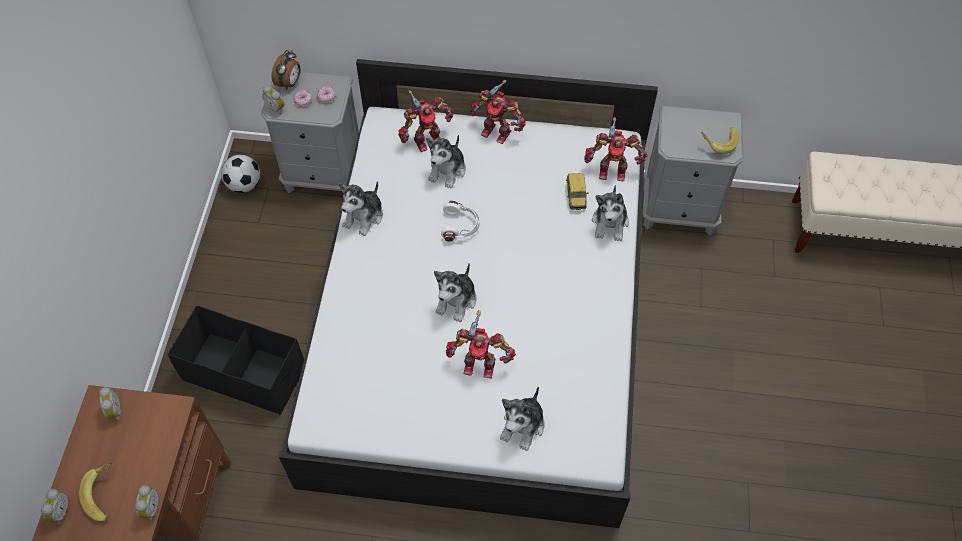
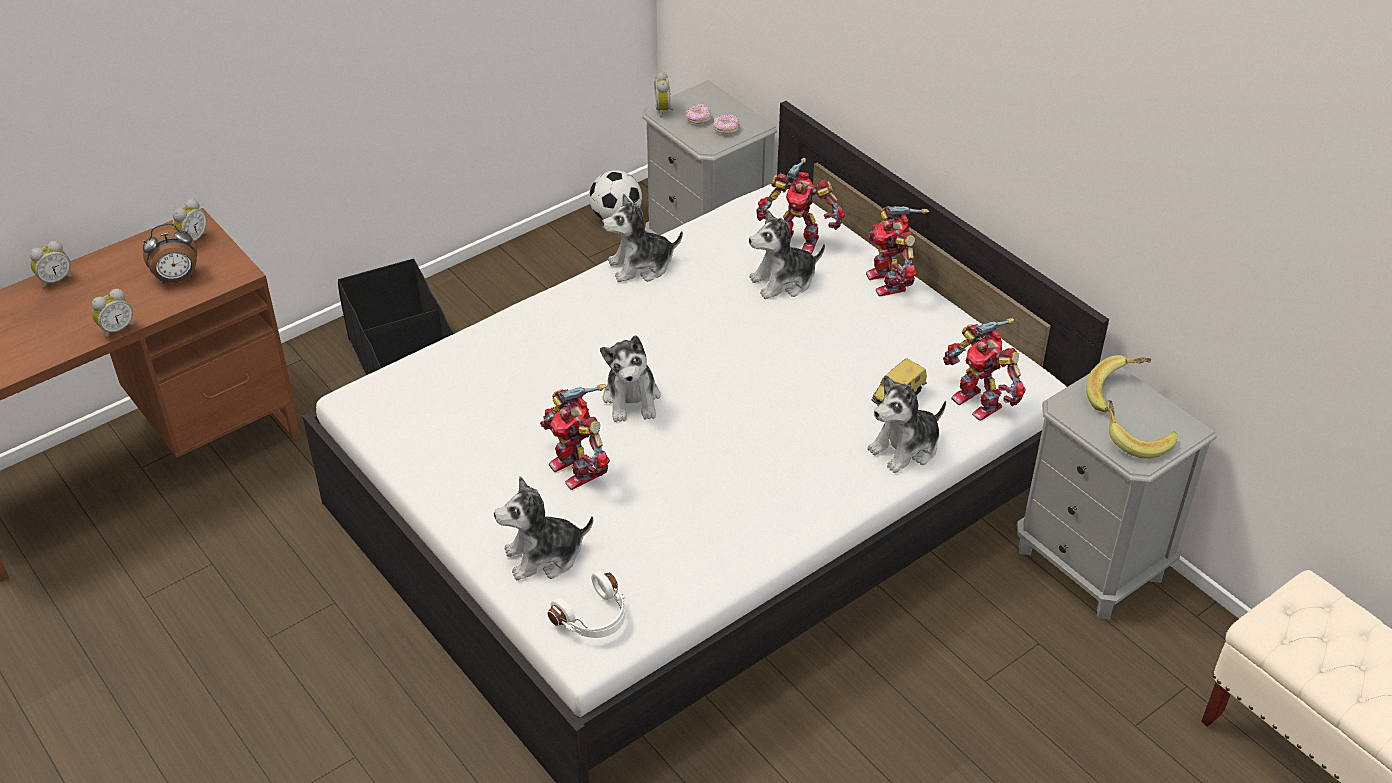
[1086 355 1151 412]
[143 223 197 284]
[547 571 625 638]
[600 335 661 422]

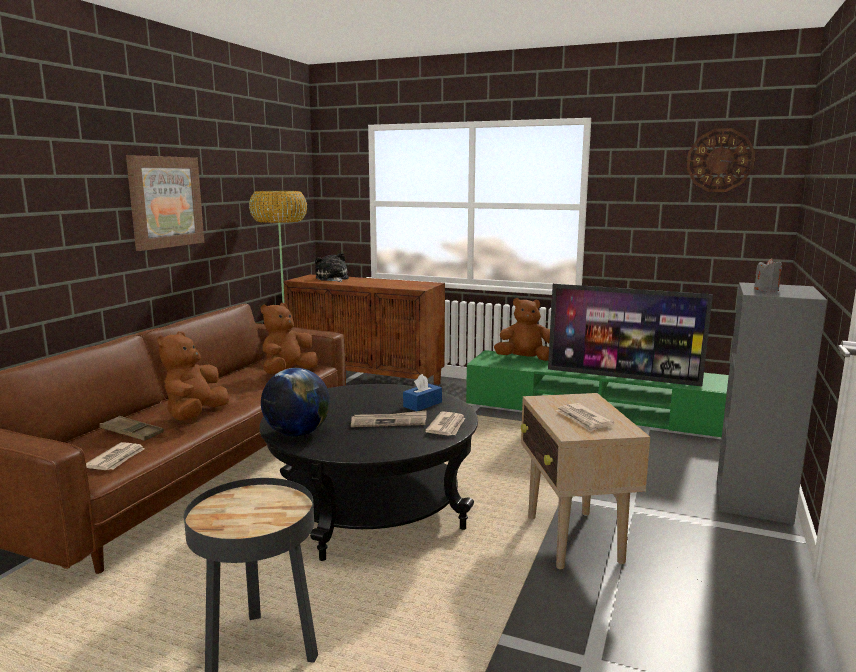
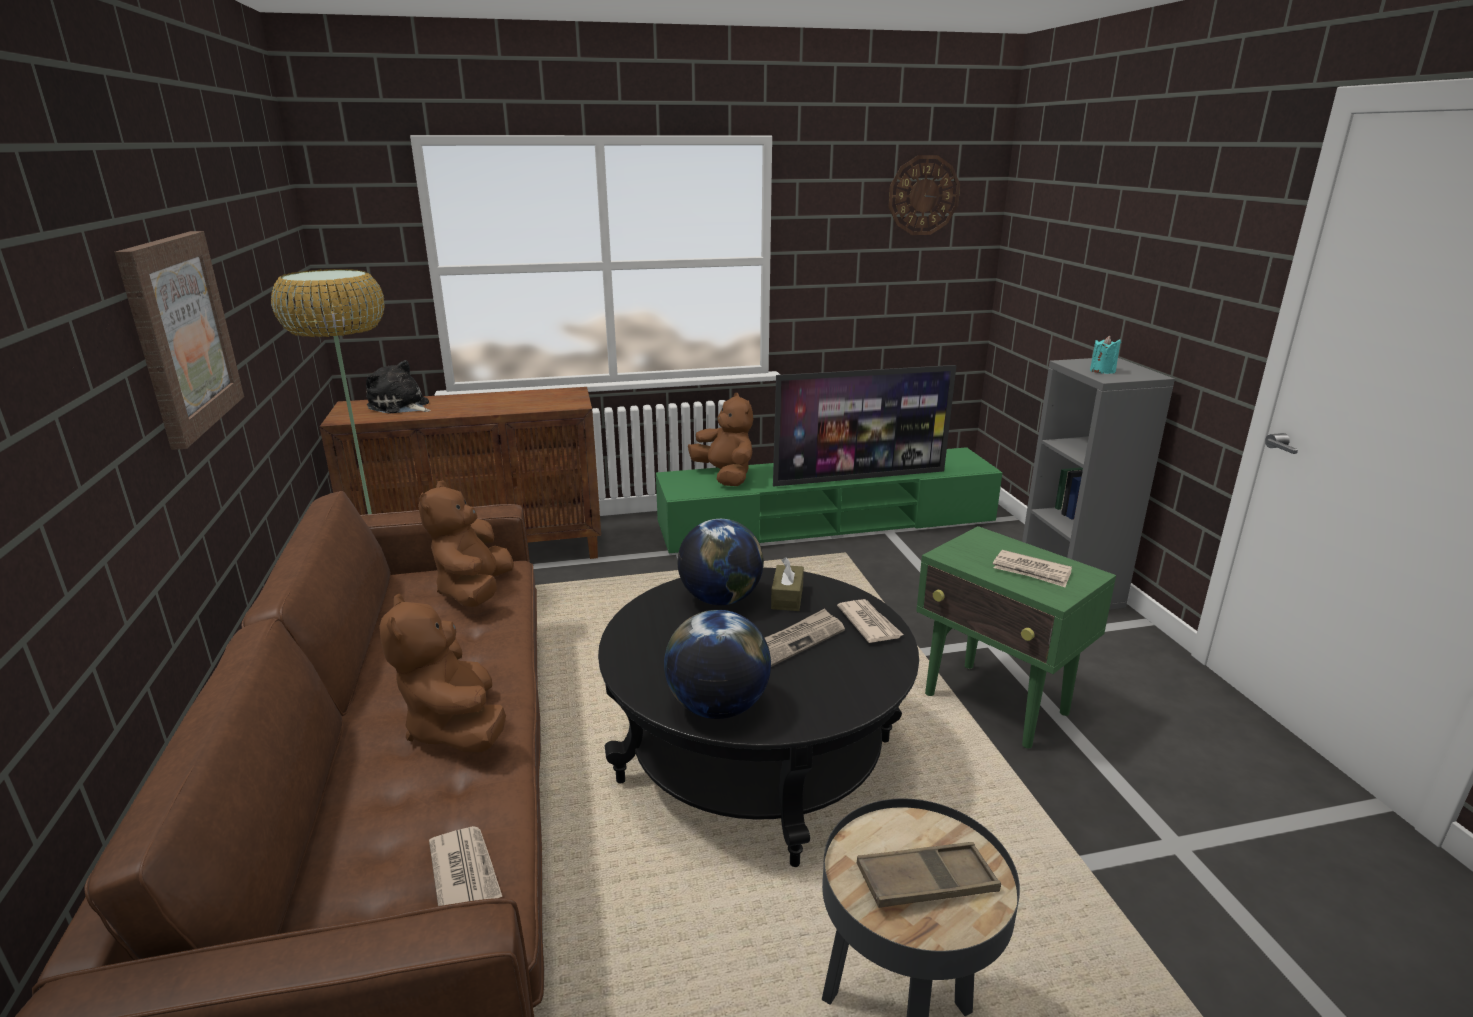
[677 519 764 605]
[857 842 1001 908]
[771 557 804 611]
[916 526 1116 748]
[1090 336 1121 374]
[688 393 753 486]

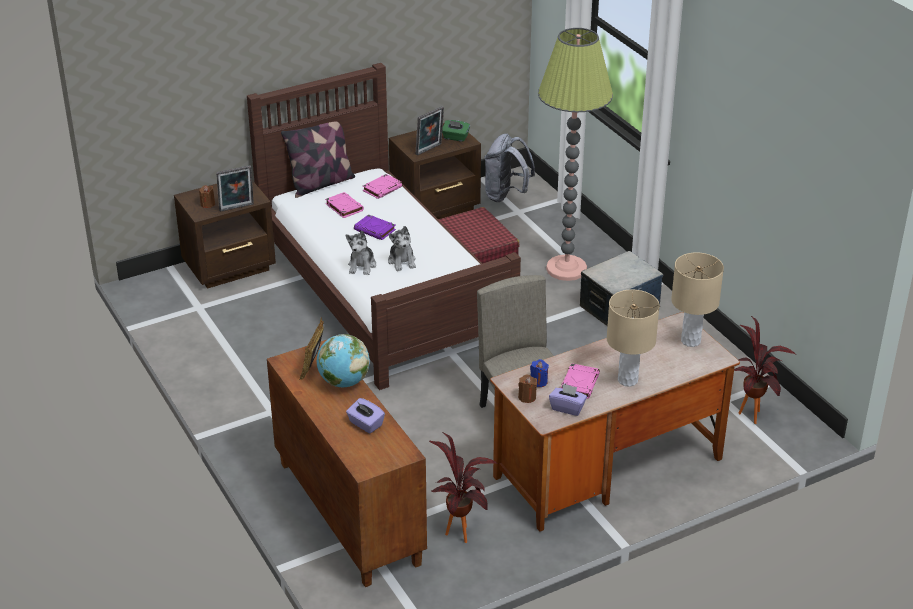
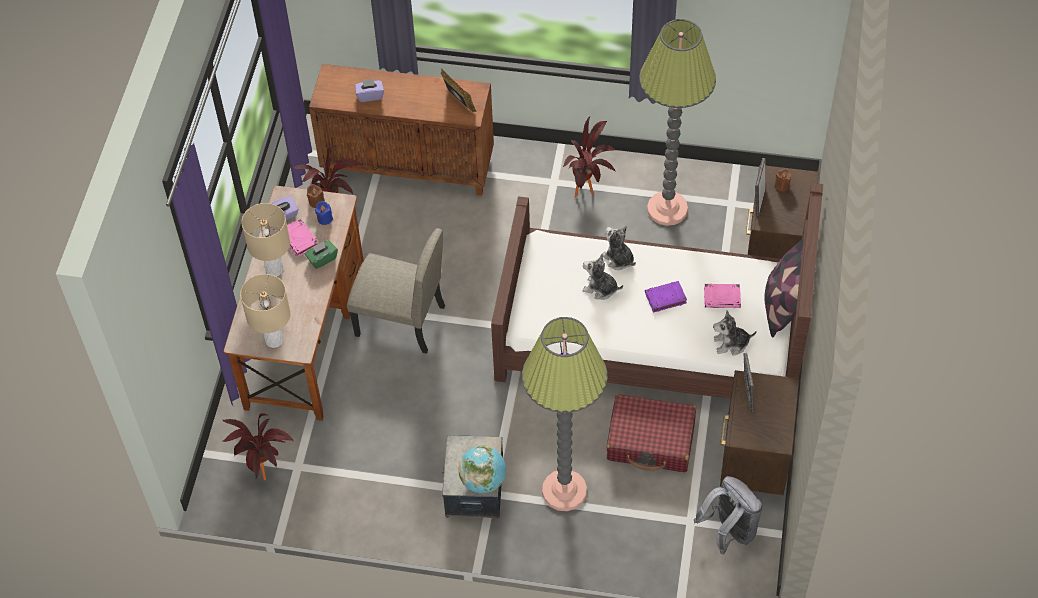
[563 116 616 198]
[639 19 716 226]
[459 446 506 493]
[305 240 338 269]
[713 310 756 356]

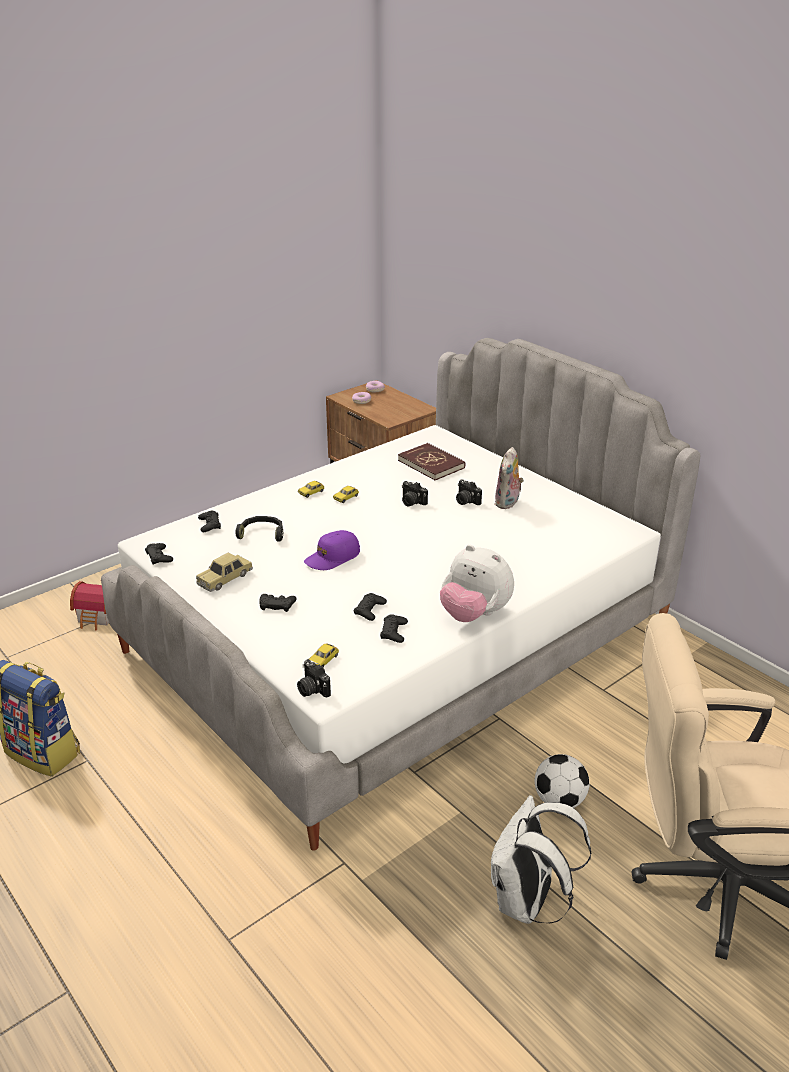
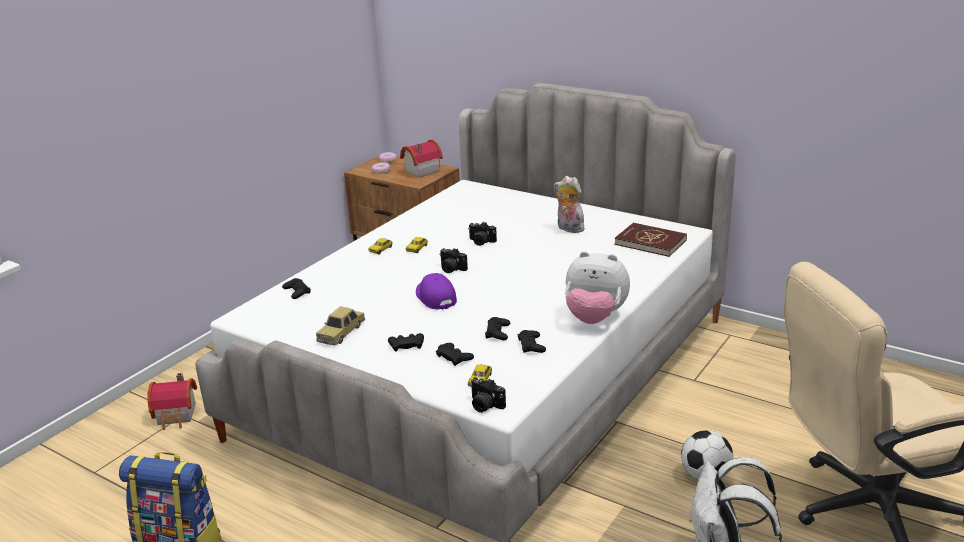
[236 516 283 542] (first image)
[400 140 443 178]
[436 343 474 366]
[615 223 687 257]
[440 248 468 273]
[416 273 457 310]
[554 176 584 233]

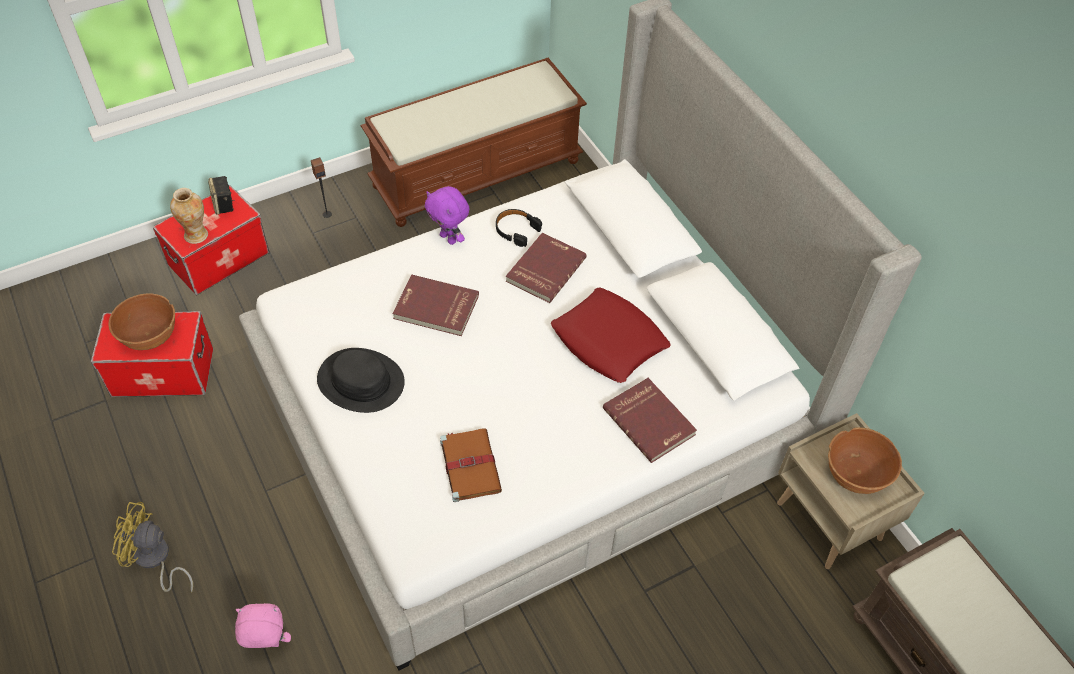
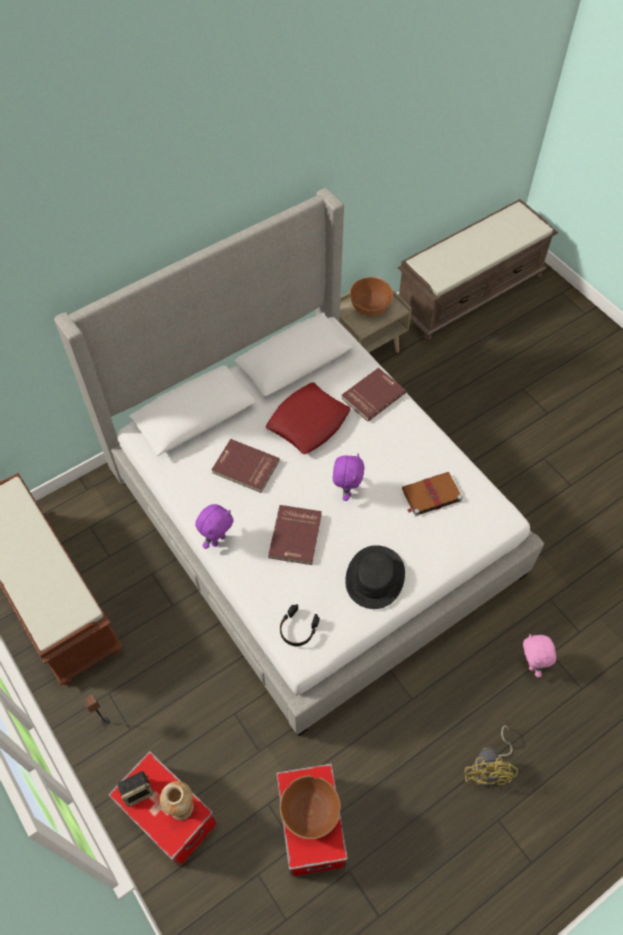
[333 453 365 501]
[280 604 320 646]

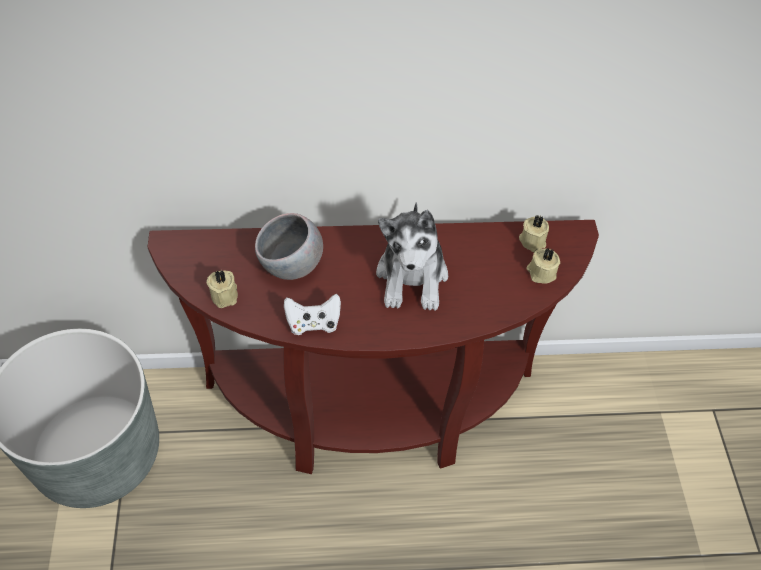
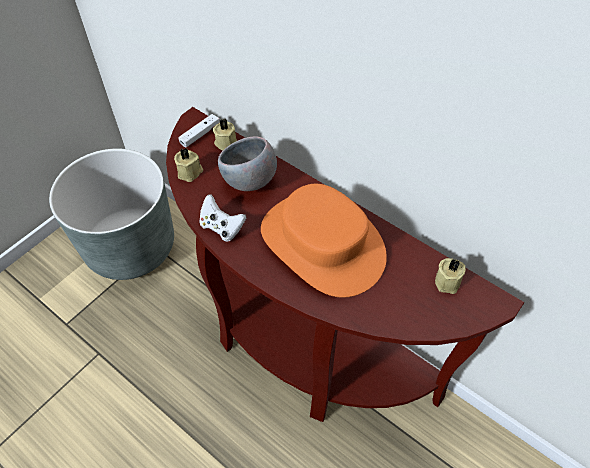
[178 114 220 148]
[213 119 237 150]
[261 184 387 298]

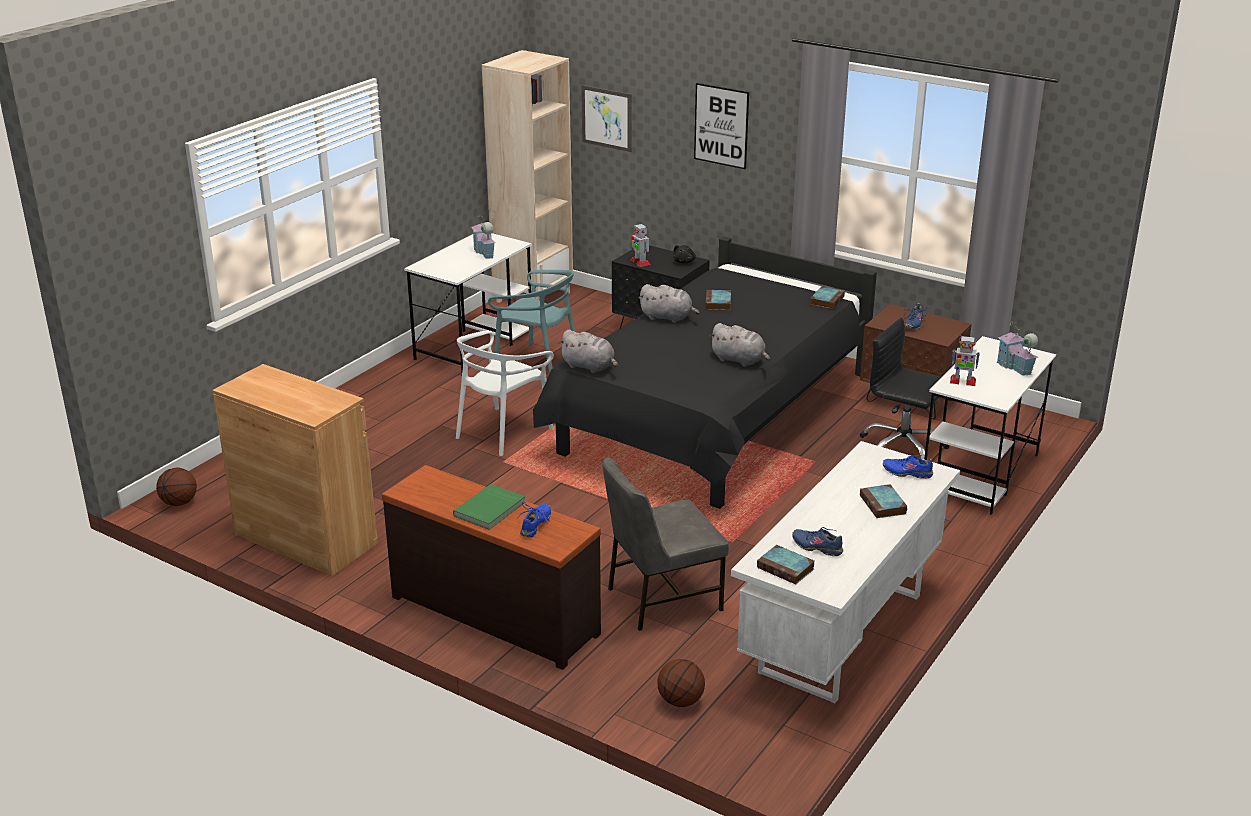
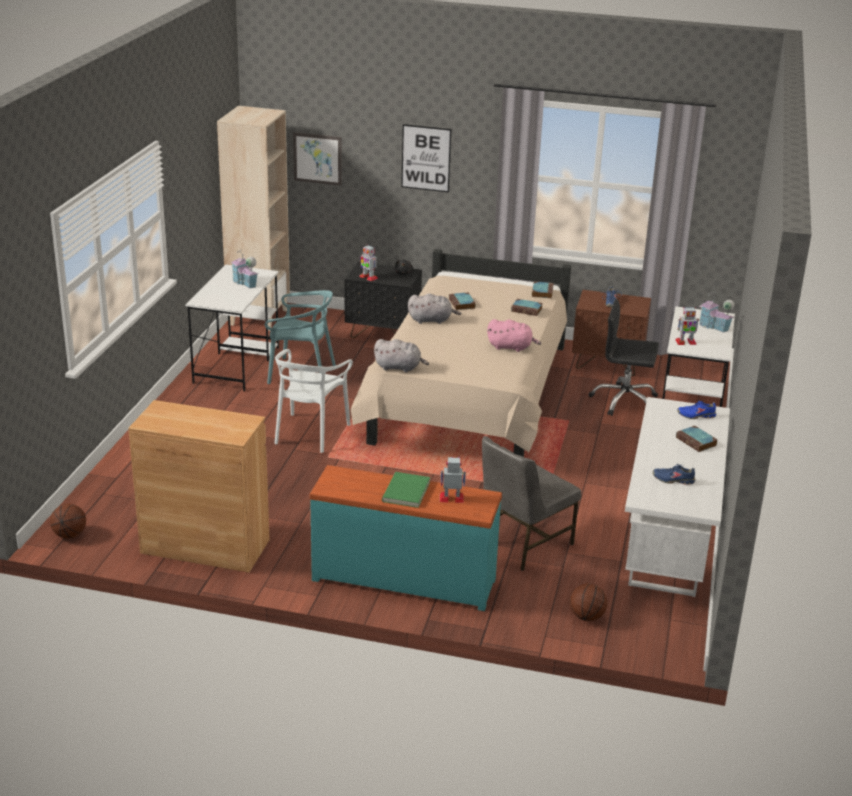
[511 299 543 316]
[440 457 466 503]
[310 465 502 611]
[351 249 571 457]
[487 319 541 352]

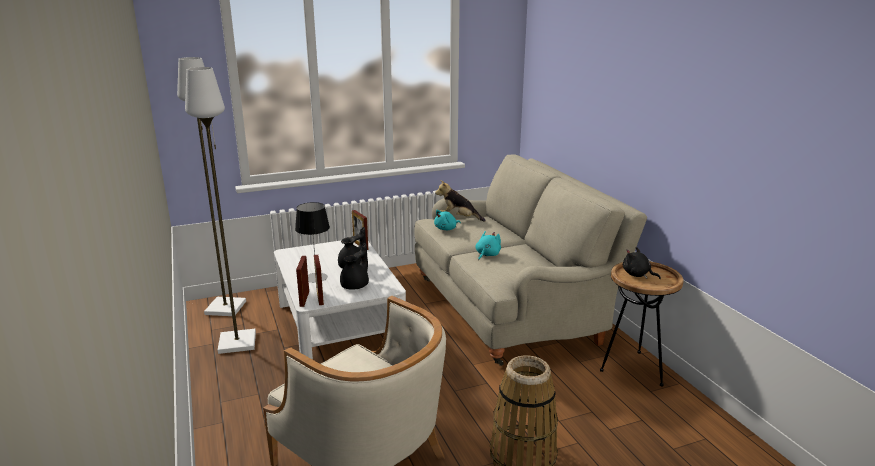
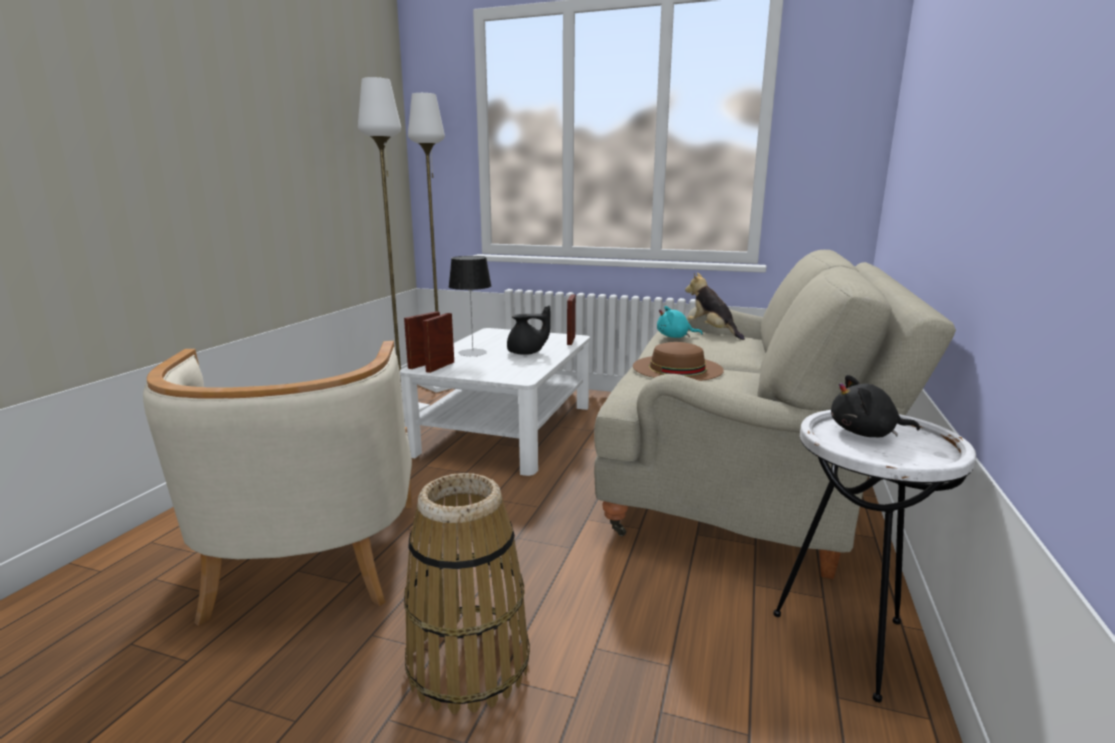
[340 243 369 290] (first image)
[633 342 724 381]
[773 410 976 702]
[831 375 920 437]

